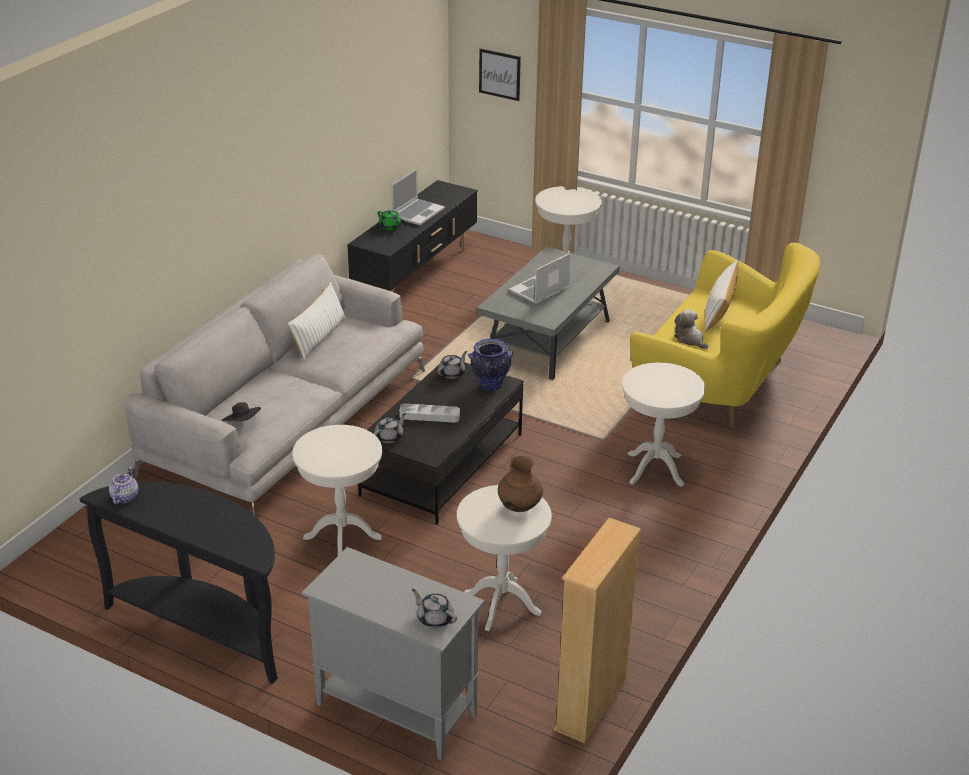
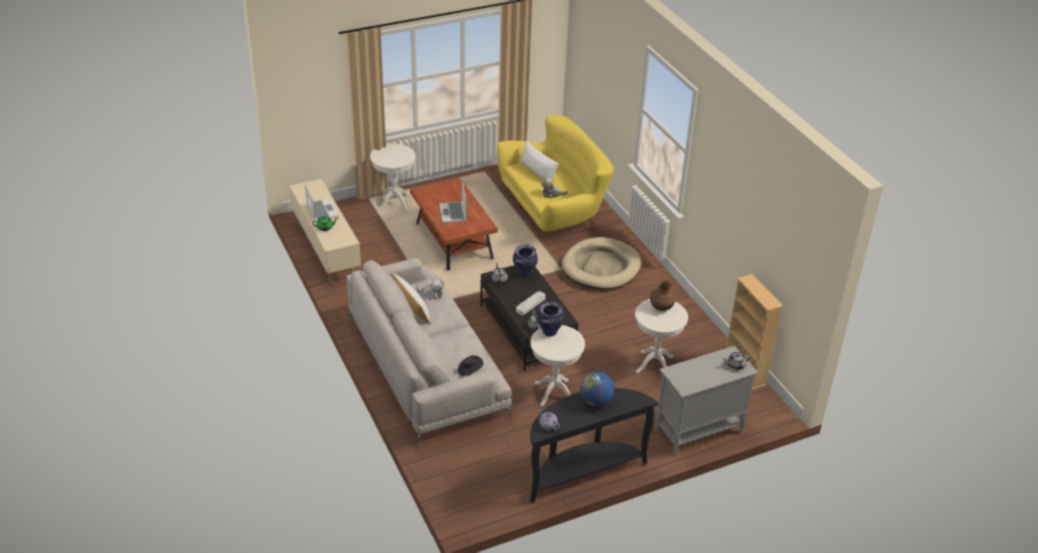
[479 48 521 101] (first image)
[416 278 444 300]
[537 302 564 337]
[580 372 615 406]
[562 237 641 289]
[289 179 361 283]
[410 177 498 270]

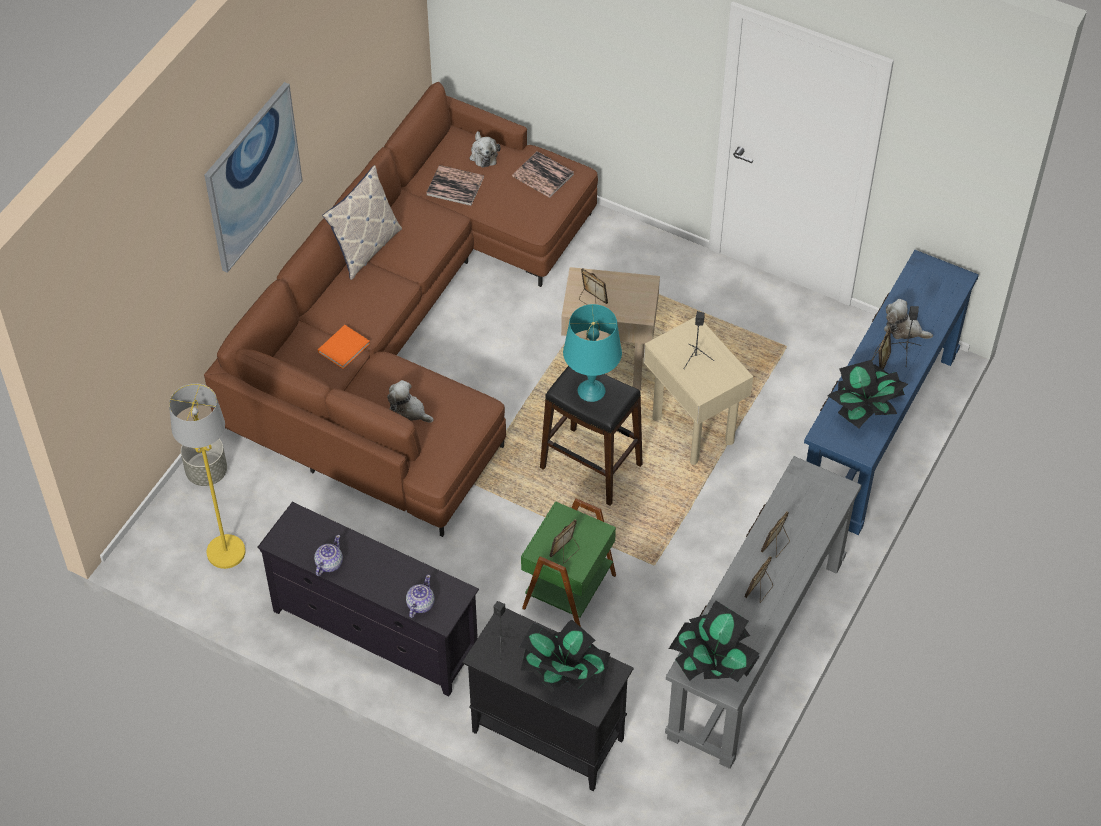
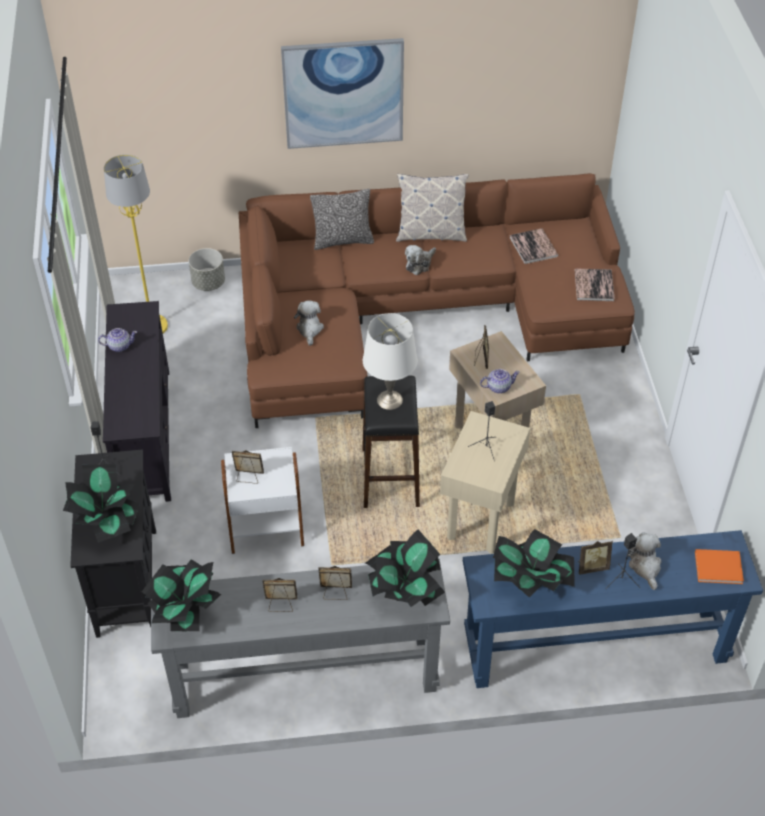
[310 189 374 250]
[365 530 445 607]
[695 549 744 584]
[480 369 520 393]
[405 245 436 275]
[221 447 304 554]
[363 313 418 410]

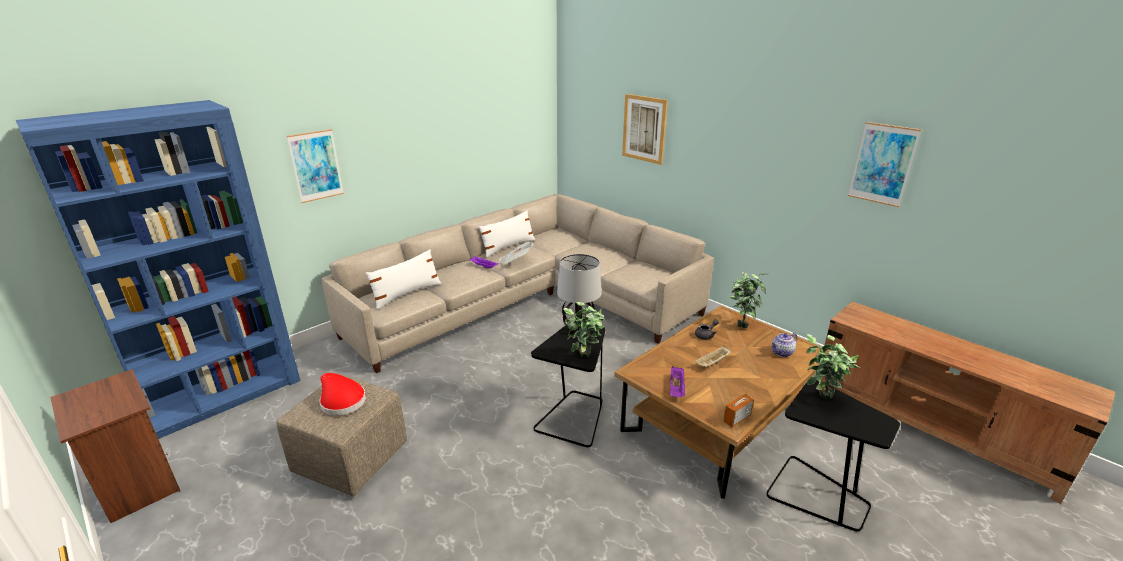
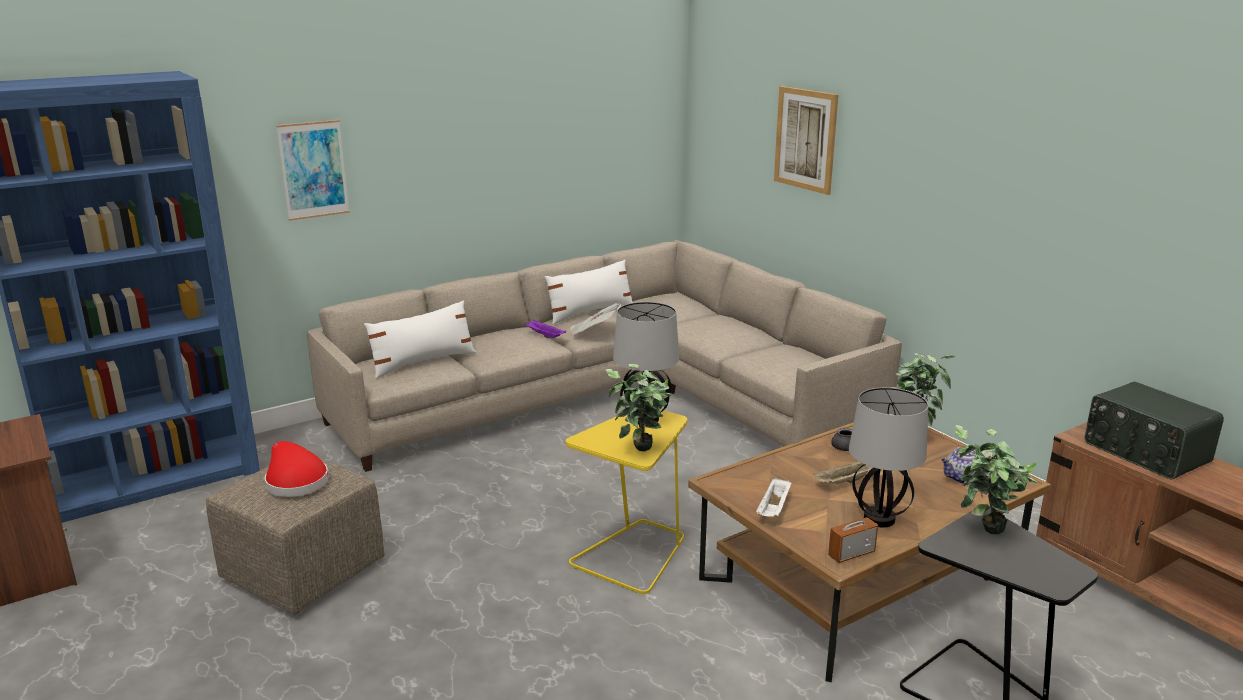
[848 122 922 207] (first image)
[849 387 928 527]
[1084 382 1224 479]
[566 409 687 594]
[756 477 792 517]

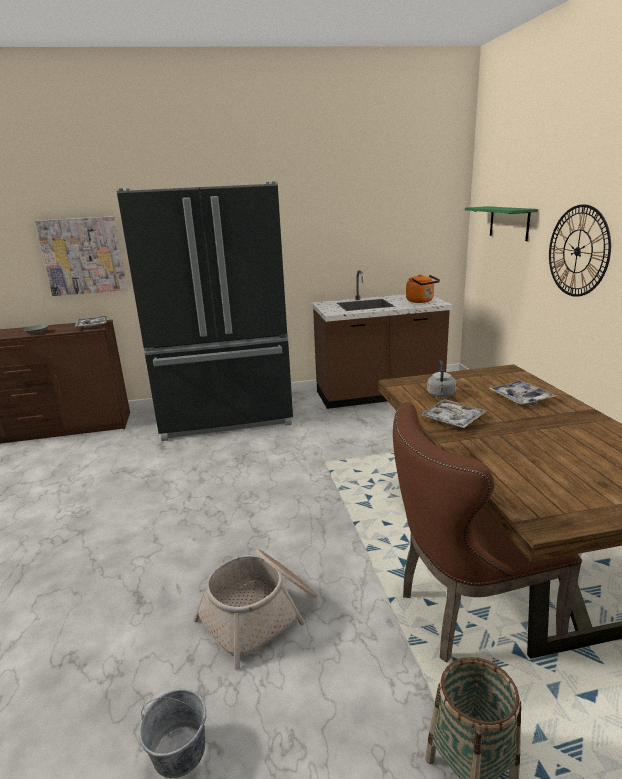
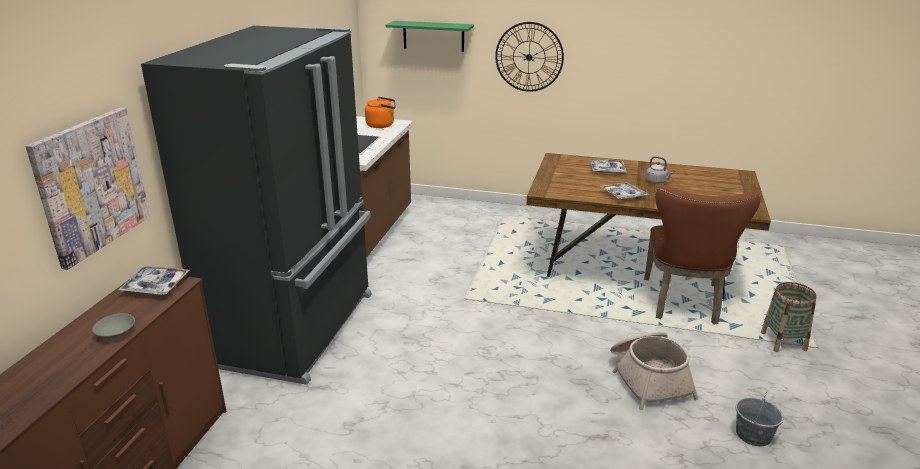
[646 156 674 184]

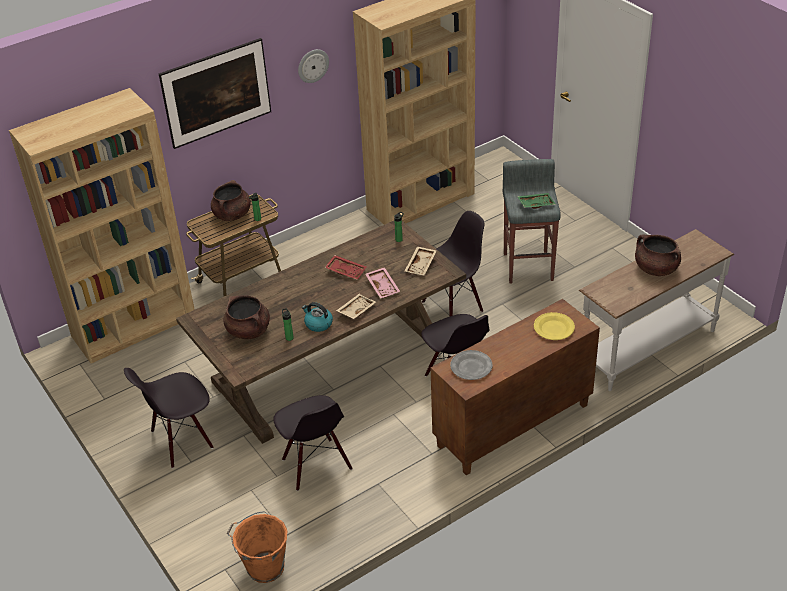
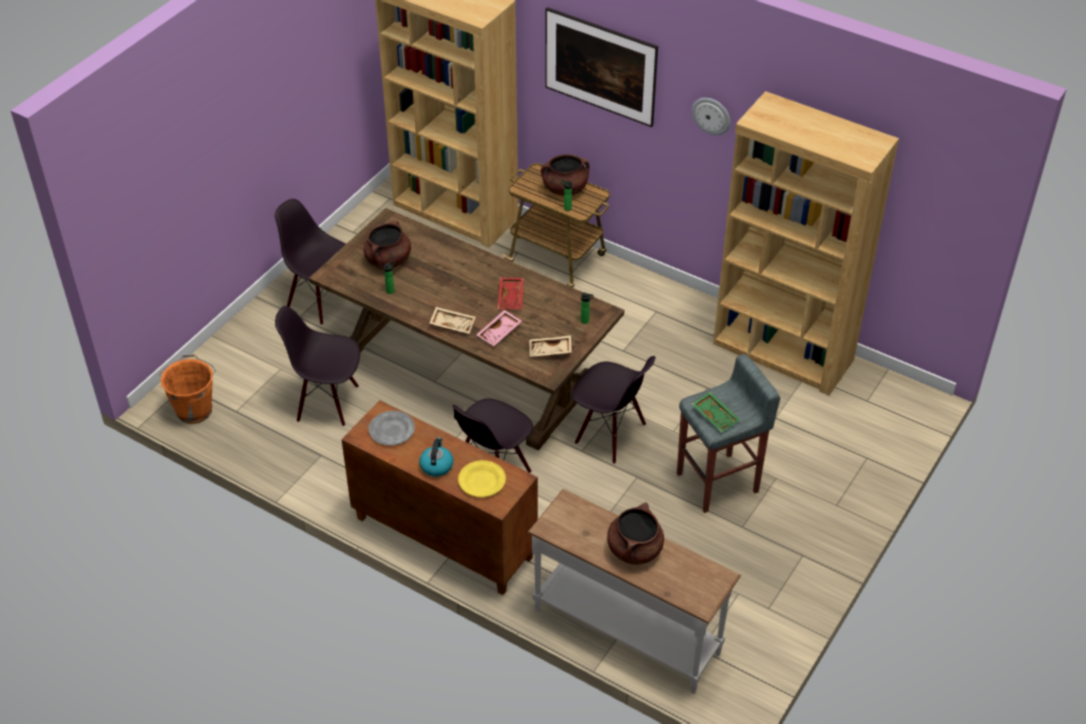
[419 437 453 477]
[275 306 360 426]

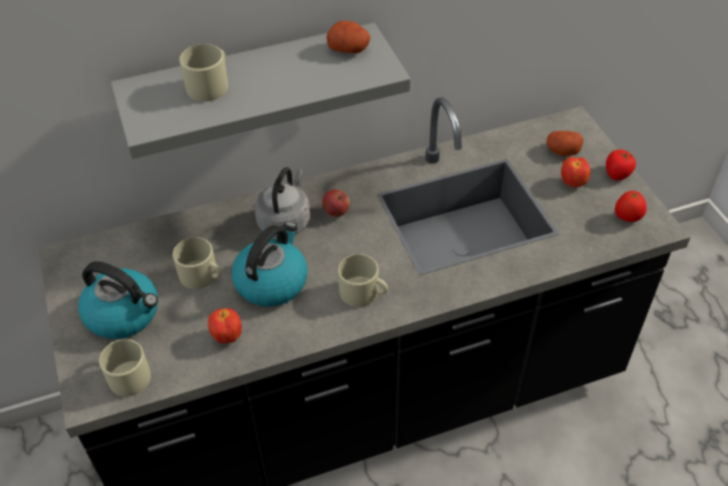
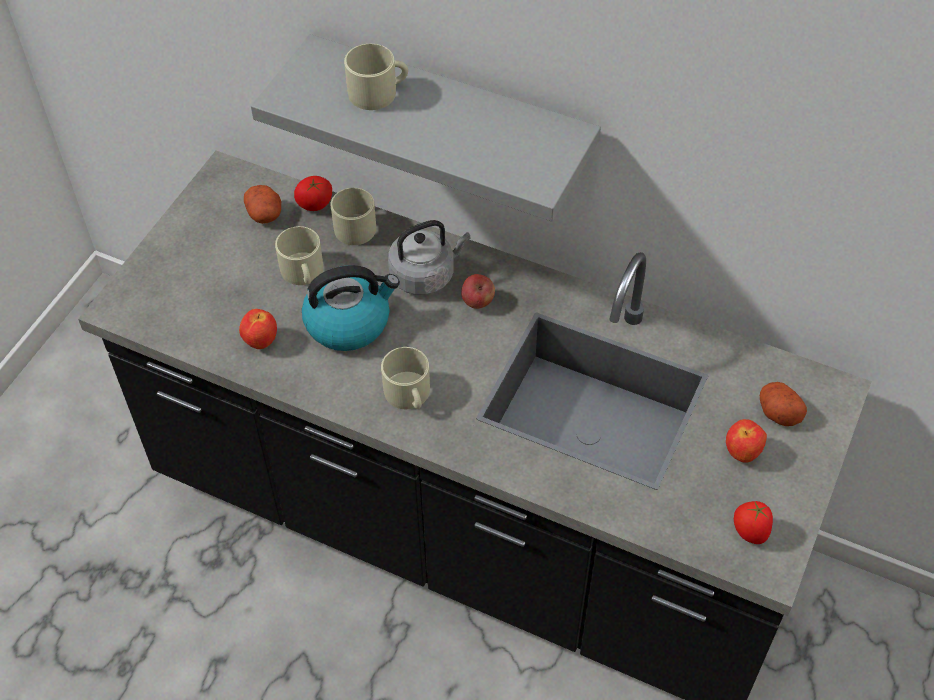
[78 261 158 339] (first image)
[330 188 376 245]
[244 185 281 224]
[294 176 332 211]

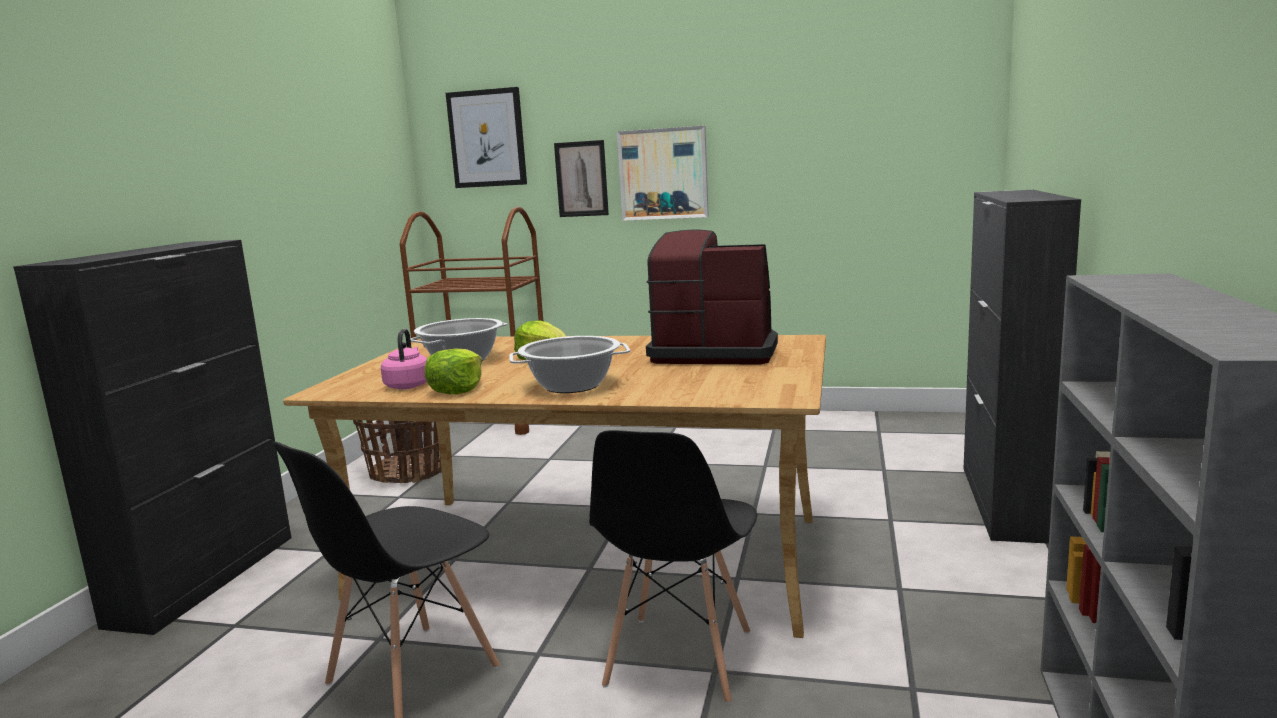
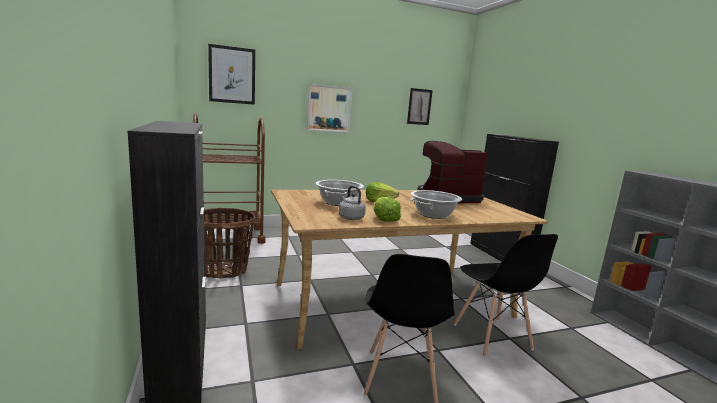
[407 88 433 125]
[339 186 366 220]

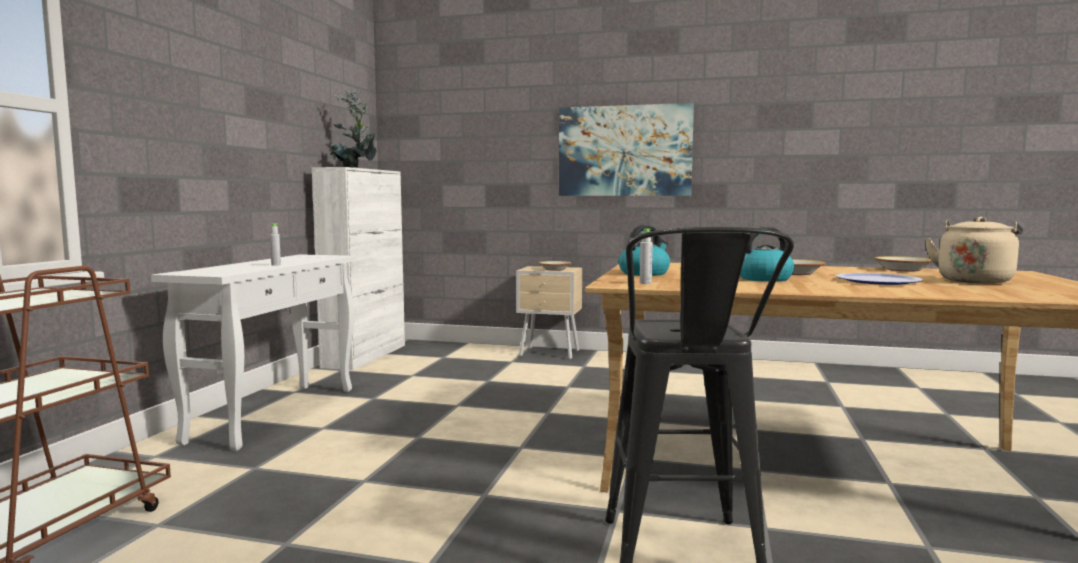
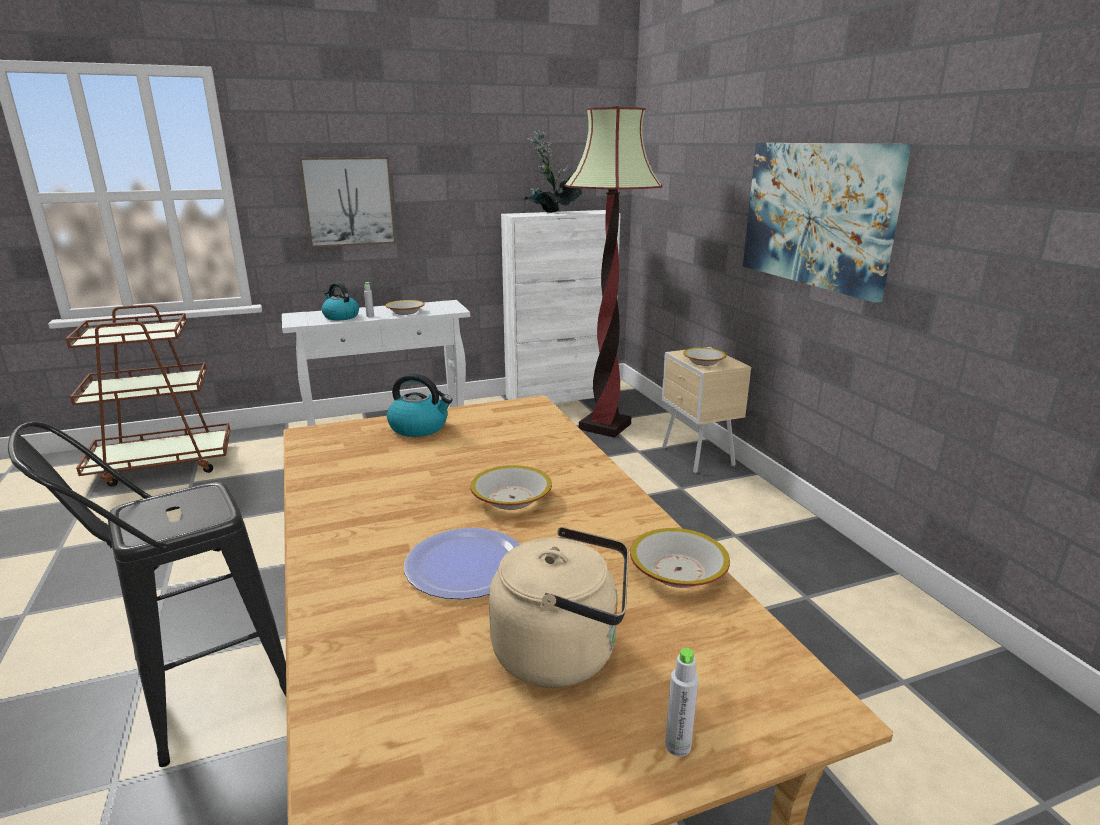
[299 157 396 248]
[386 300 425 315]
[564 107 663 438]
[665 648 699 757]
[322 282 359 320]

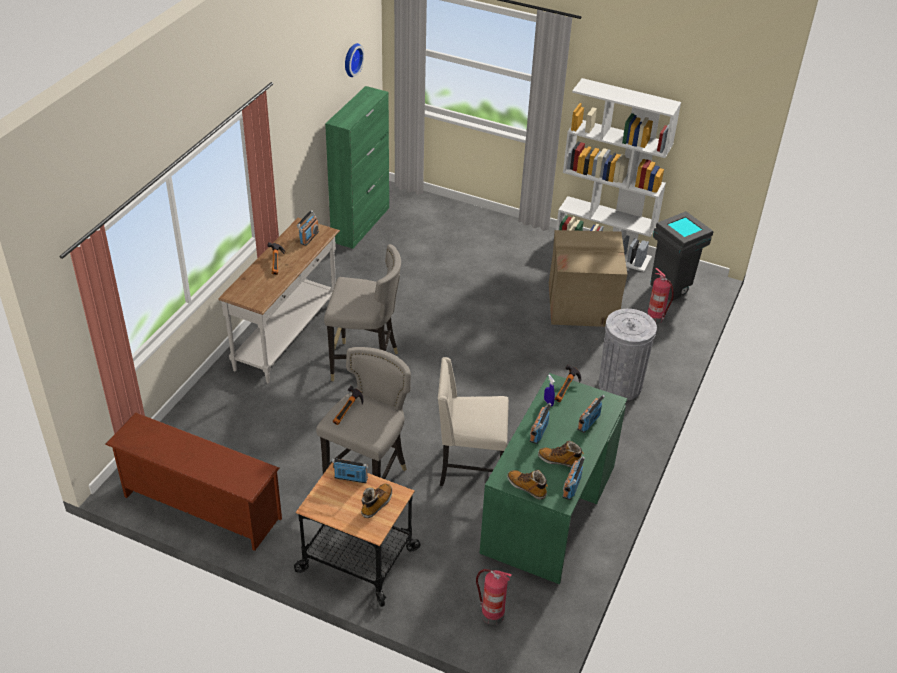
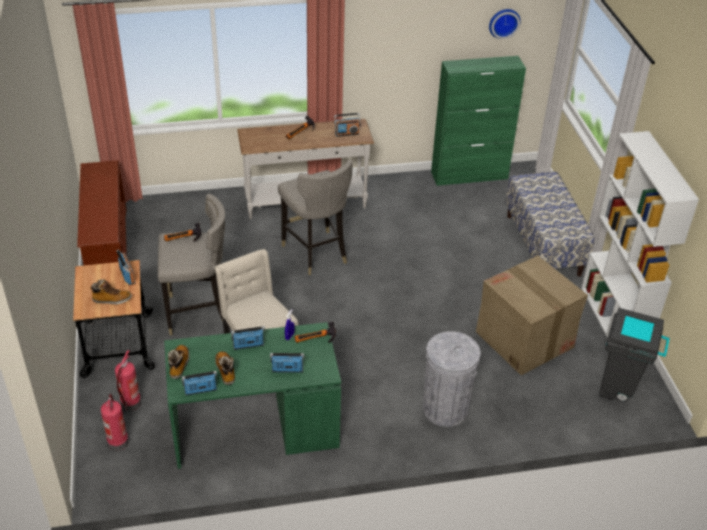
[505 172 595 277]
[115 350 141 411]

